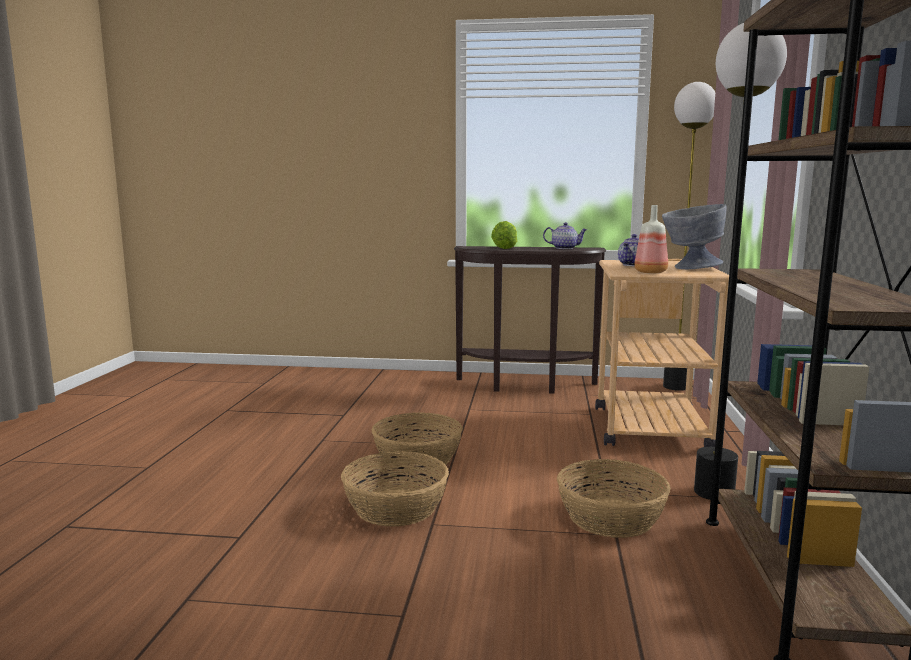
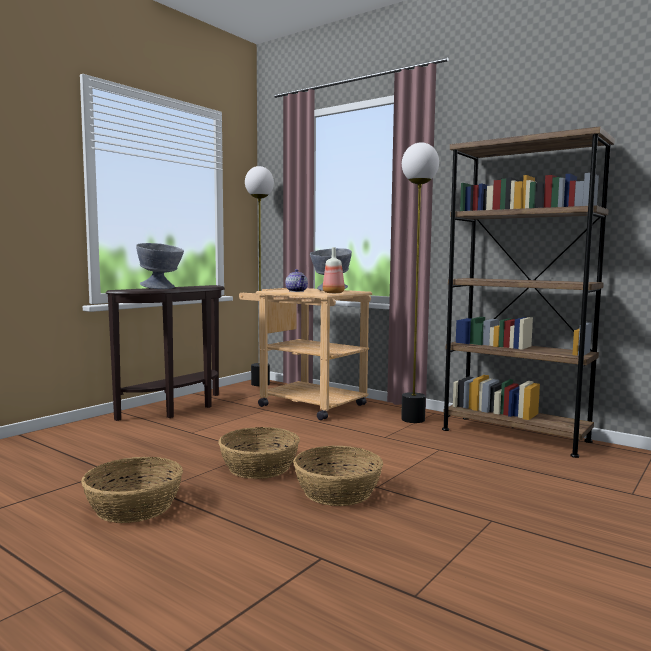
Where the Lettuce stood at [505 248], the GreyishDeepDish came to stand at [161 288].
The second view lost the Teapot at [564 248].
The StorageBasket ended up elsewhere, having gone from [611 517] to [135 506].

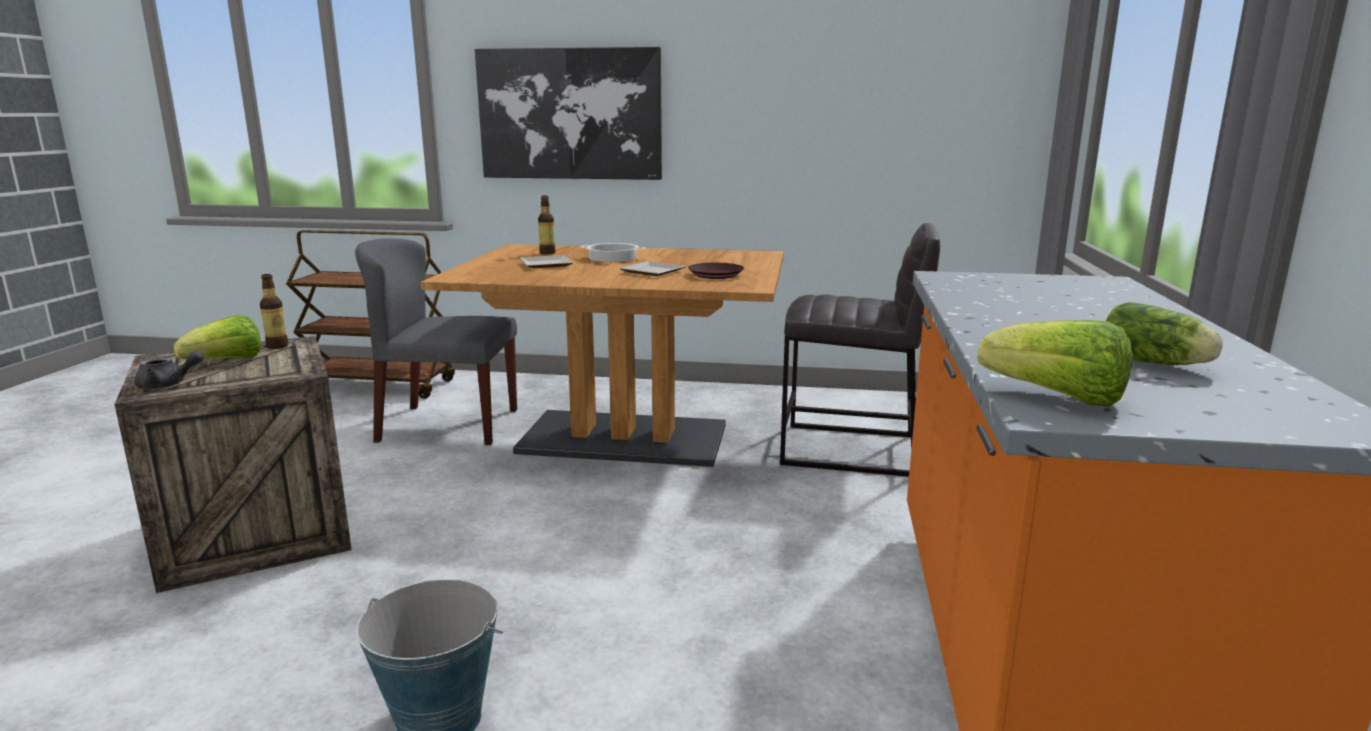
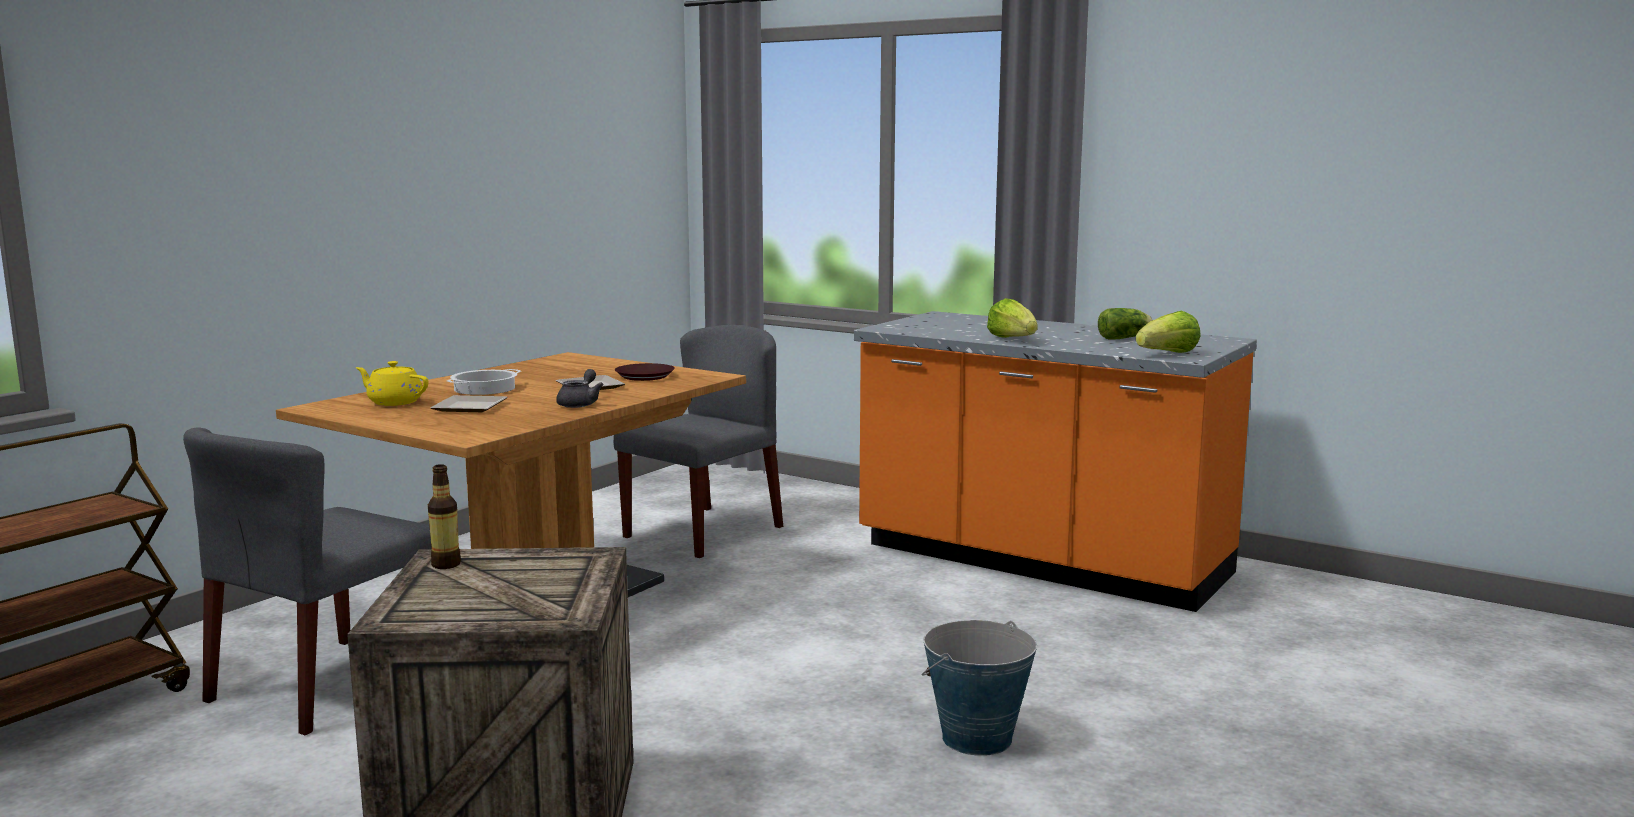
The GreyishTeapot ended up elsewhere, having gone from [168 385] to [580 404].
The Lettuce ended up elsewhere, having gone from [227 361] to [1013 339].
The second view lost the WallPicture at [570 114].
Where the Bottle stood at [547 253], the YellowColouredTeapot came to stand at [394 402].
Where the GreyishStoolSeat stood at [850 450], the GreyishChair came to stand at [704 531].

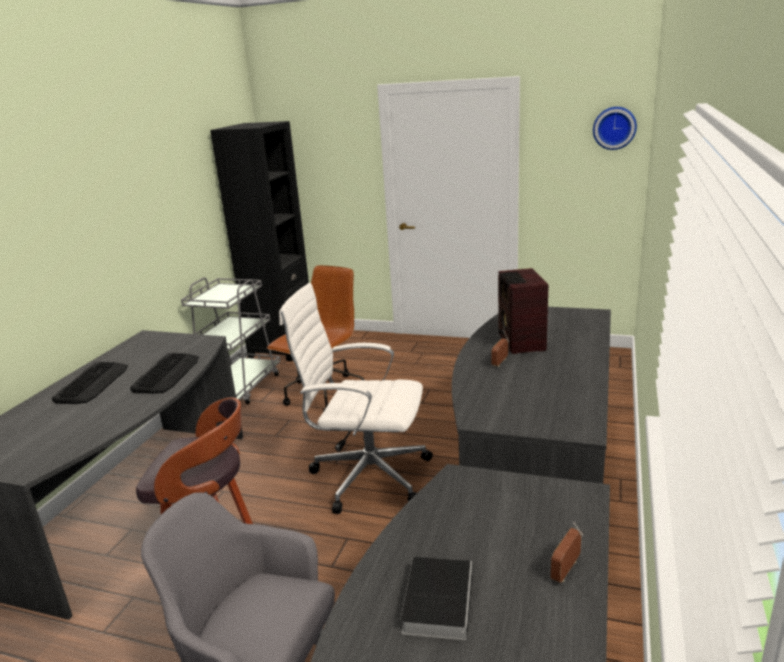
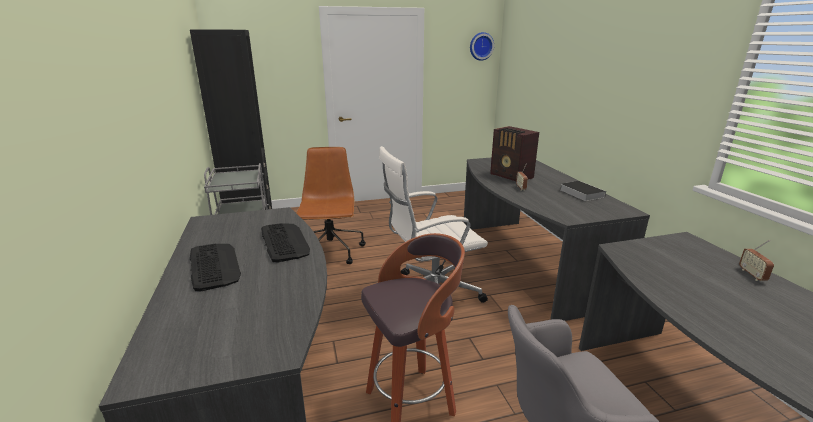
The BoundBook ended up elsewhere, having gone from [438 599] to [580 193].

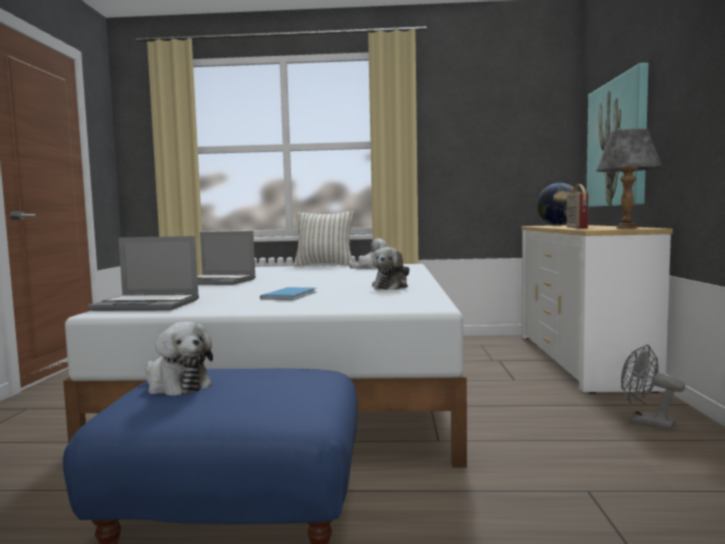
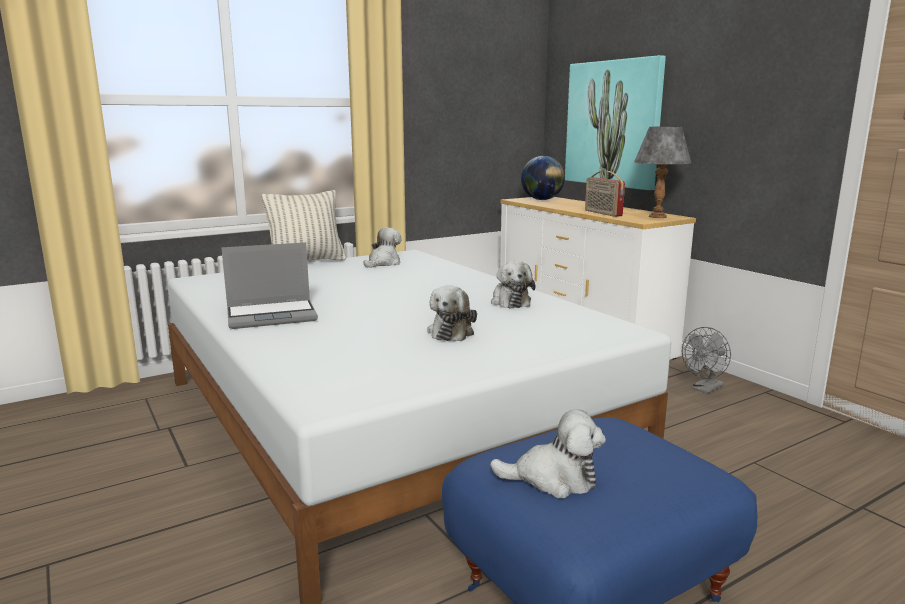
The second view lost the NotebookComputer at [148 305].
Where the BlueBoundBook stood at [291 295], the SoftToy came to stand at [452 332].
The GreyishElectricFan at [646 422] ended up facing another way, 45 degrees counterclockwise from before.

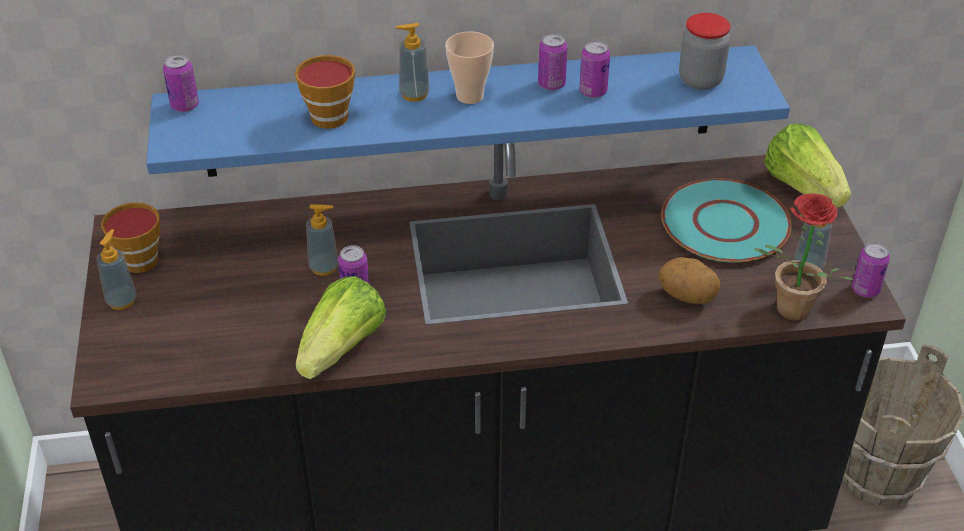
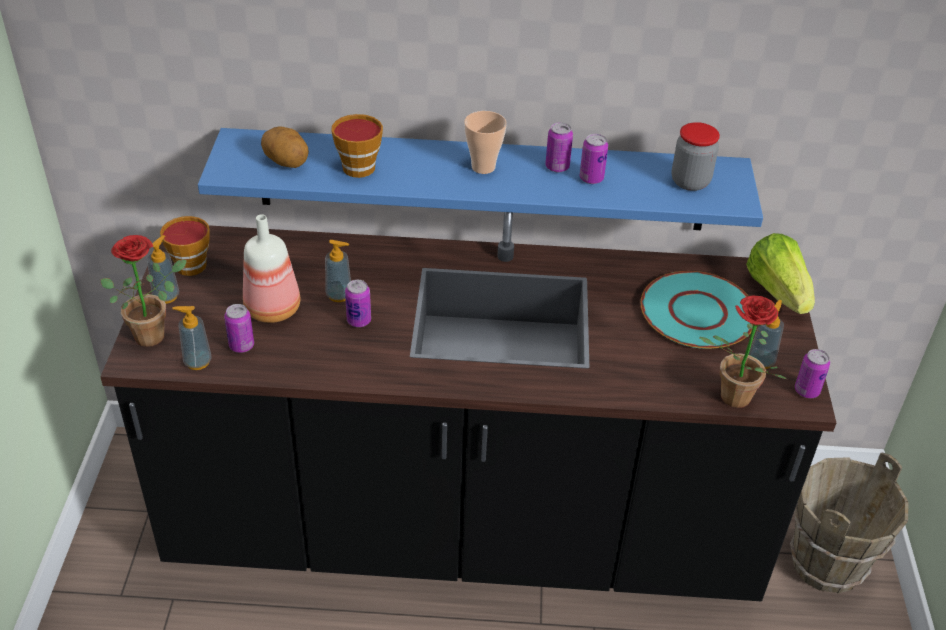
The SealedCan ended up elsewhere, having gone from [185 106] to [241 346].
The second view lost the Lettuce at [342 349].
The LiquidSoapBottle ended up elsewhere, having gone from [414 94] to [197 362].
The Potato ended up elsewhere, having gone from [687 296] to [287 162].
The second view gained the PlantInAPot at [155 333].
The second view gained the Bottle at [274 308].

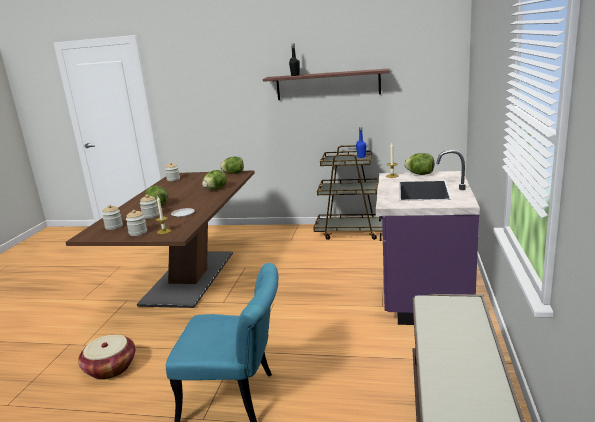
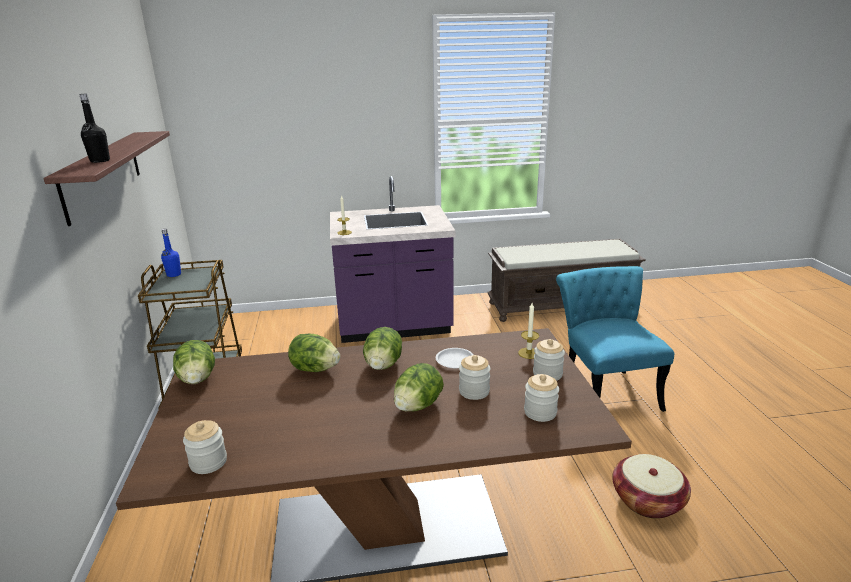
The Lettuce ended up elsewhere, having gone from [420 174] to [383 365].

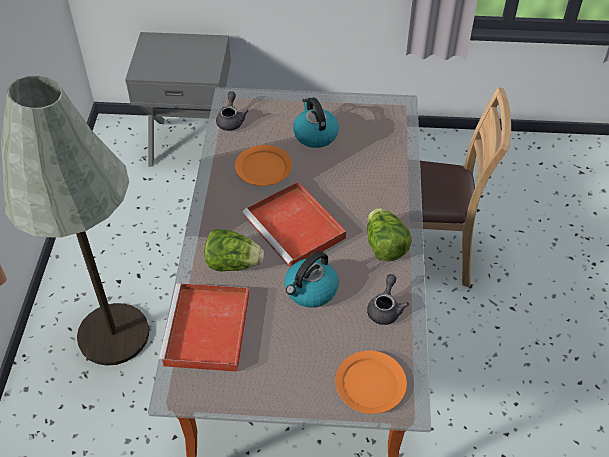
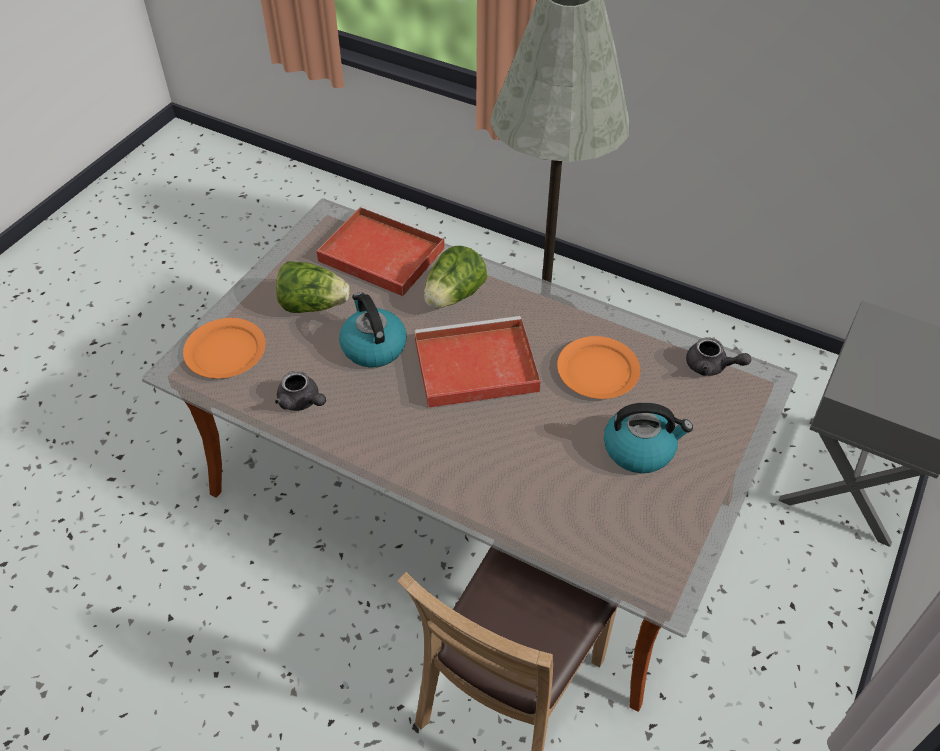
The Lettuce ended up elsewhere, having gone from [384 246] to [313 305].

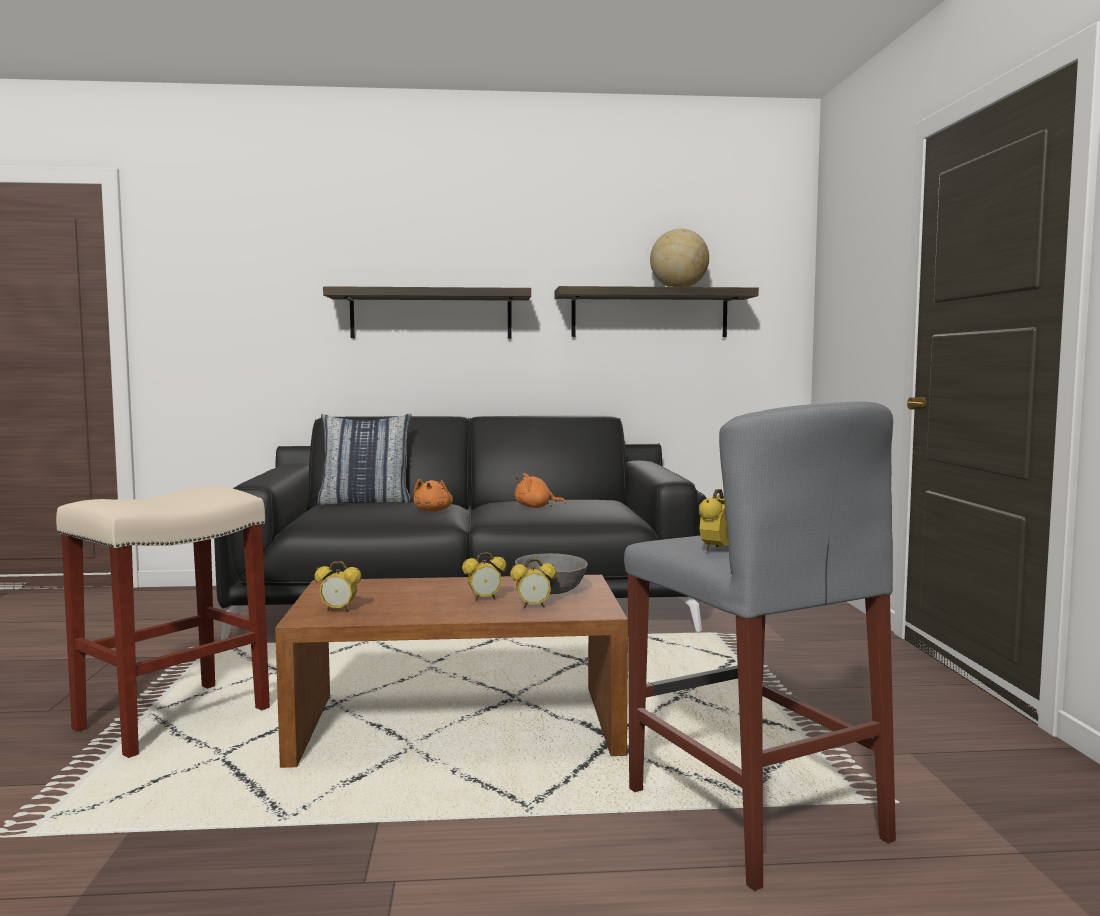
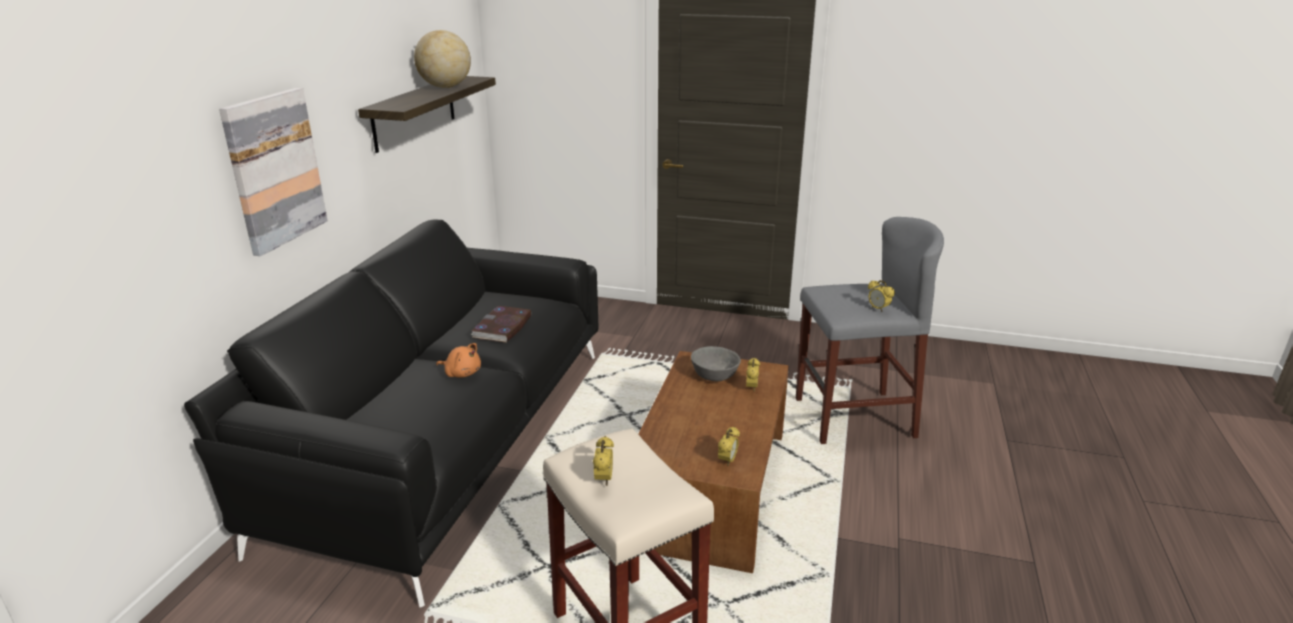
The second view lost the Pillow at [365 502].
Where the BracketShelf hung at [431 315], the WallPicture came to hang at [274 170].
The BedsideClock ended up elsewhere, having gone from [484 599] to [604 479].
Where the OrangeSoftToy stood at [536 507], the BoundBook came to stand at [502 327].

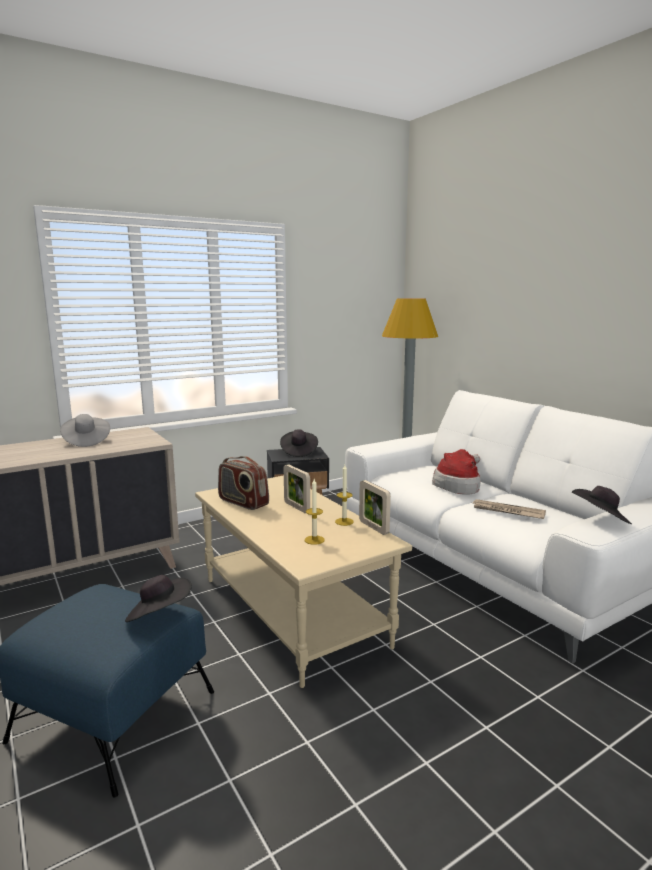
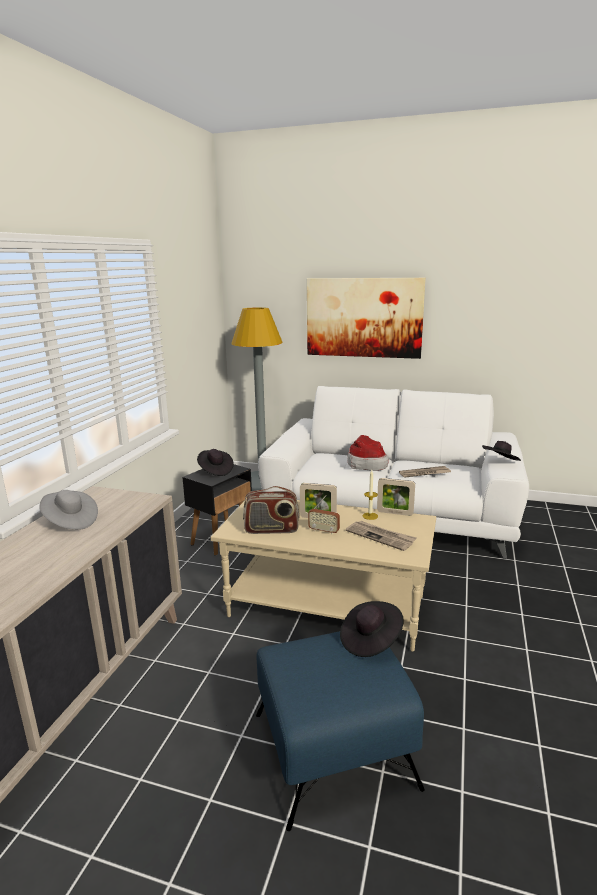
Where the WaxCandle stood at [314 540], the Newspaper came to stand at [381 537].
The second view gained the WallPicture at [364 317].
The second view gained the Radio at [324 531].

